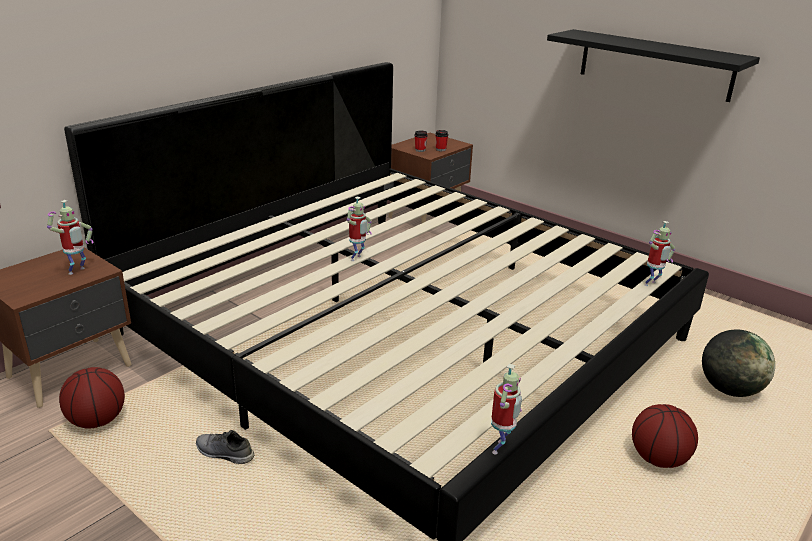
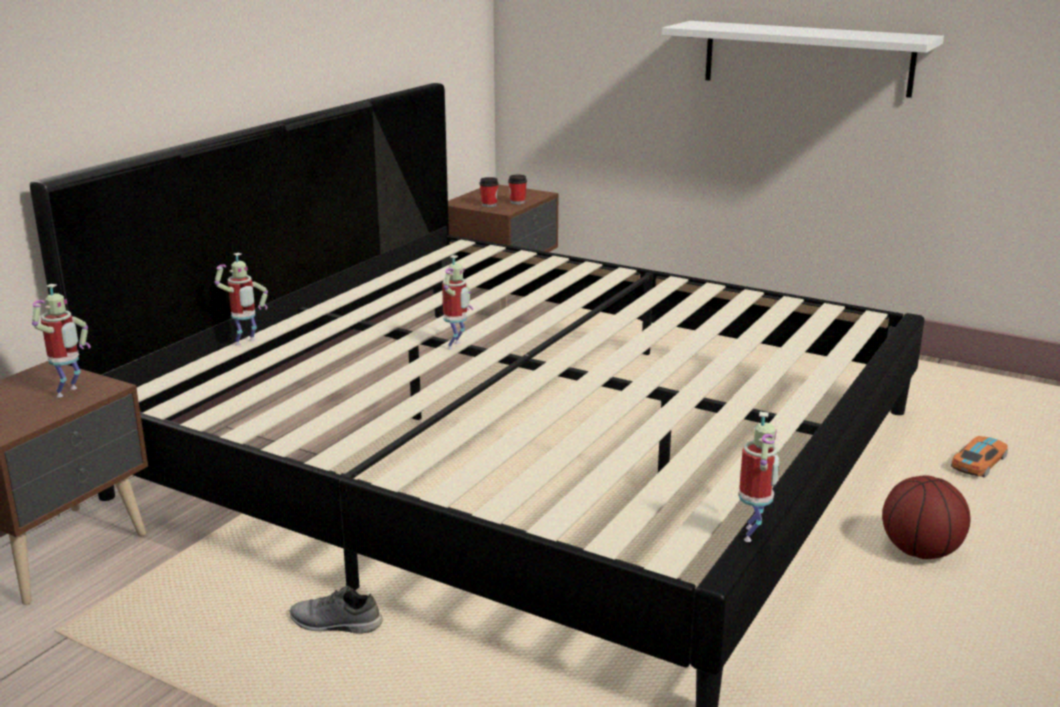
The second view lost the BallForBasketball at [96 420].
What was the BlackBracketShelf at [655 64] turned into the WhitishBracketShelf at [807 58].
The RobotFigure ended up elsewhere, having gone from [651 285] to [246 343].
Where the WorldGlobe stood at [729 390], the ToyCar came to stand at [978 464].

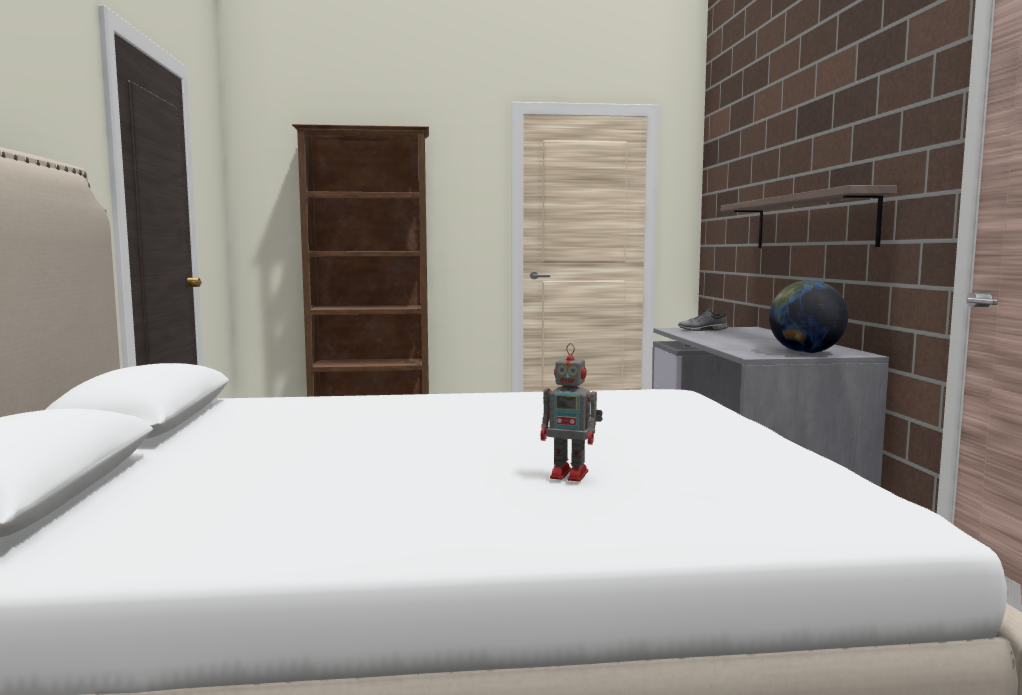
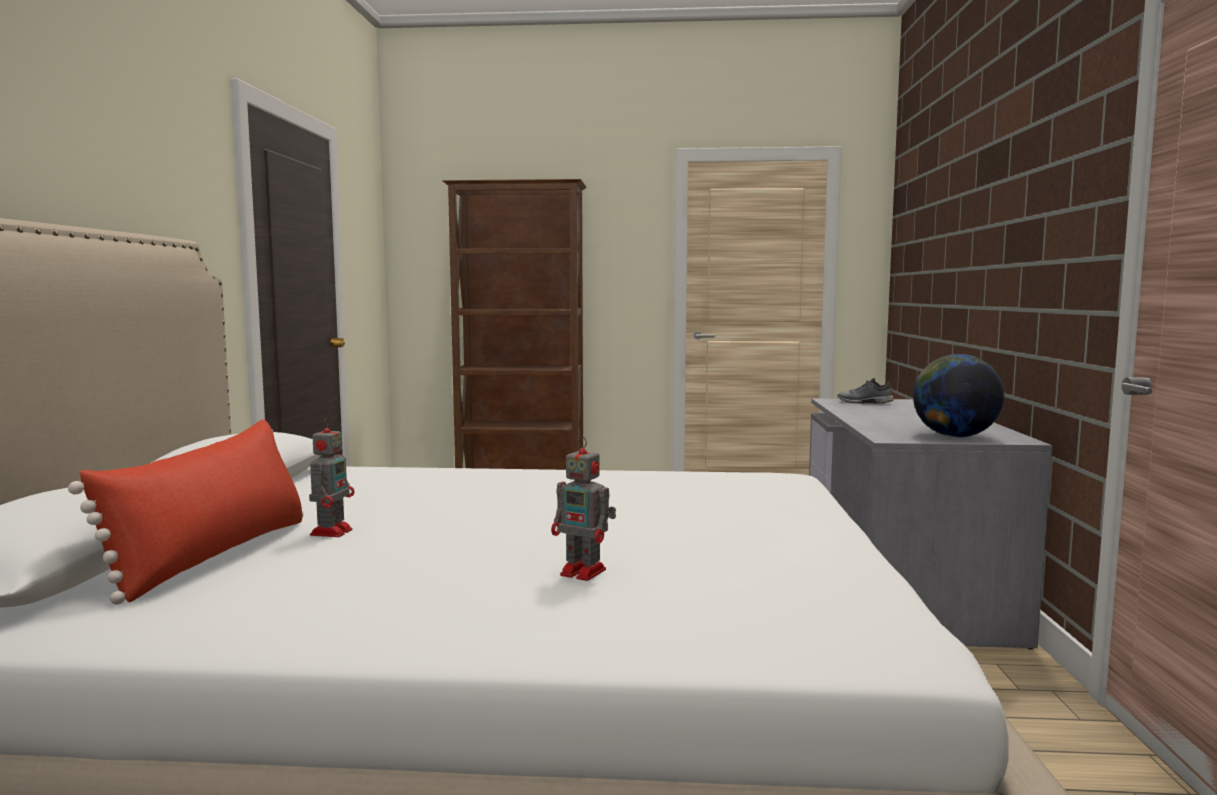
The second view lost the BracketShelf at [811 222].
The second view gained the RedPillow at [214 555].
The second view gained the RobotFigure at [332 531].

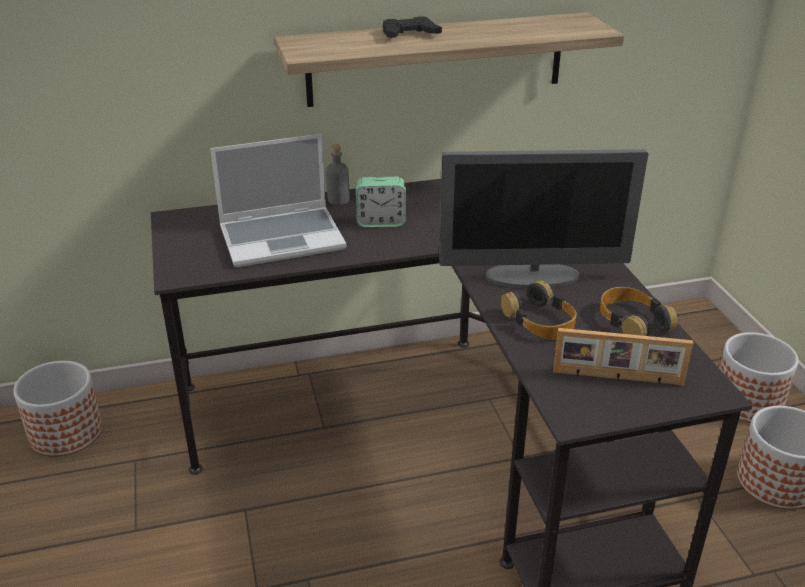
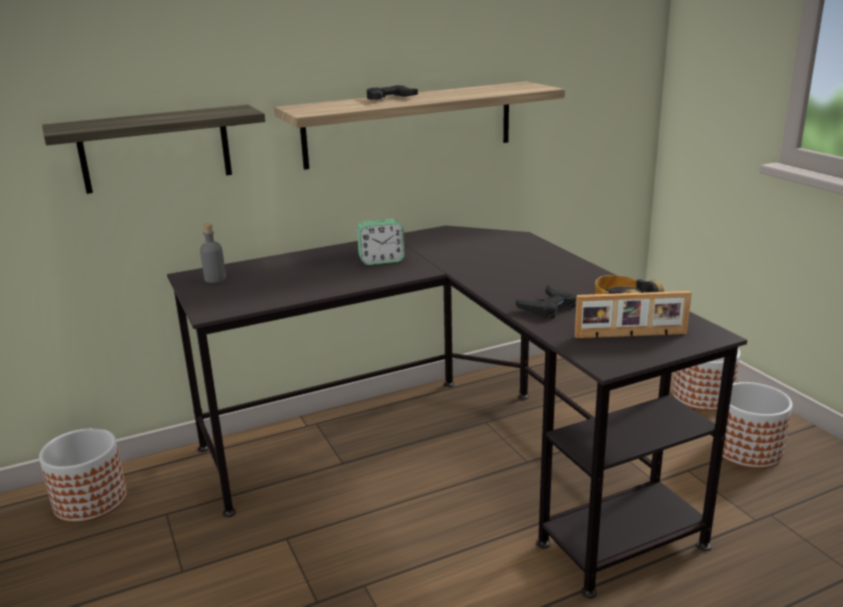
The second view lost the NotebookComputer at [283 238].
The GreyishBottle ended up elsewhere, having gone from [338 200] to [215 279].
The second view lost the ComputerScreen at [533 276].
Where the Headset stood at [540 320], the BlackJoypad came to stand at [548 307].
The second view gained the BracketShelf at [155 149].

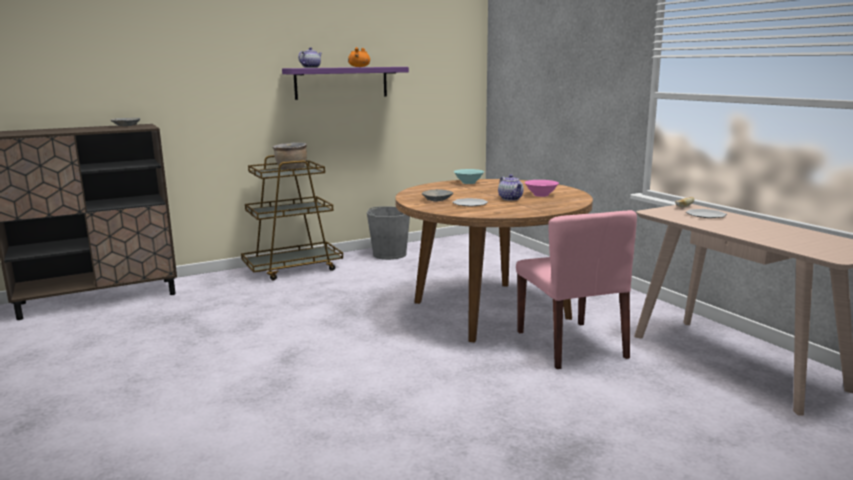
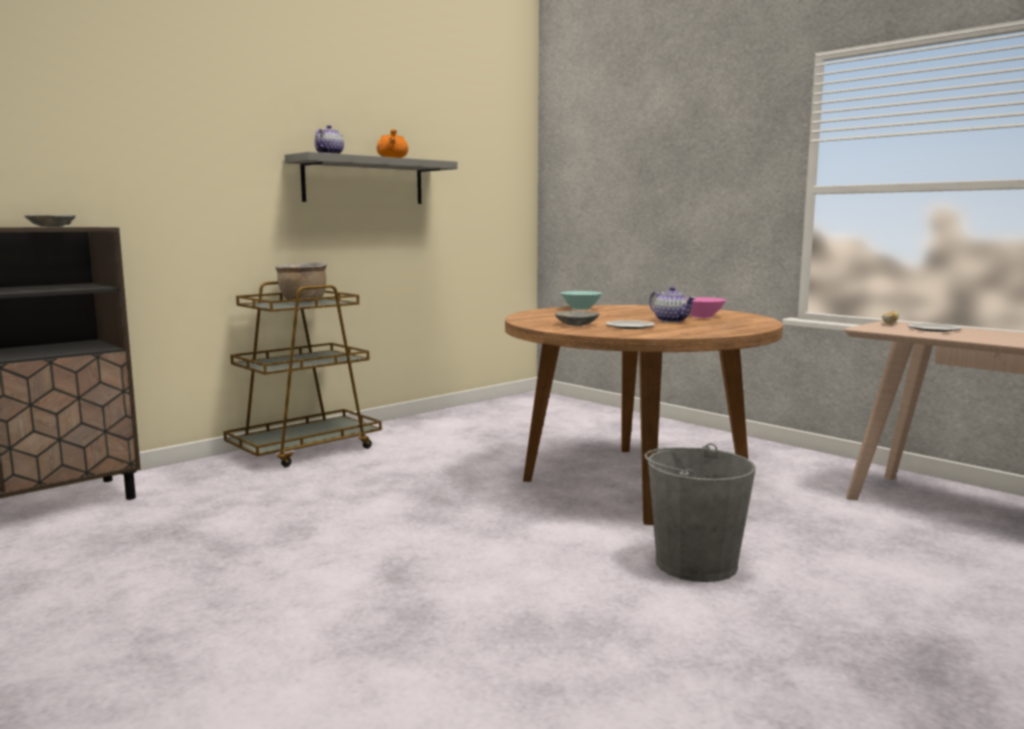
What was the PurpleColouredBracketShelf at [341 82] turned into the GreyishBracketShelf at [364 181].
The GreyishPail ended up elsewhere, having gone from [389 254] to [695 563].
The second view lost the PinkChair at [571 345].

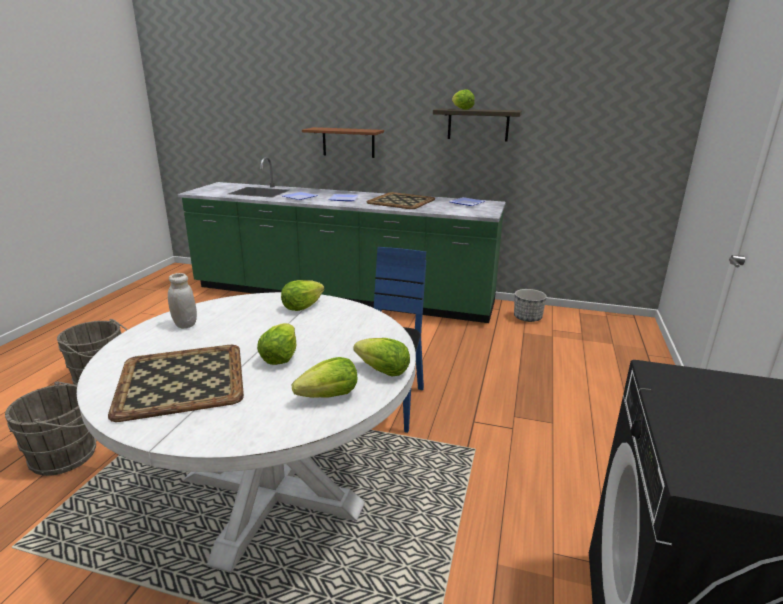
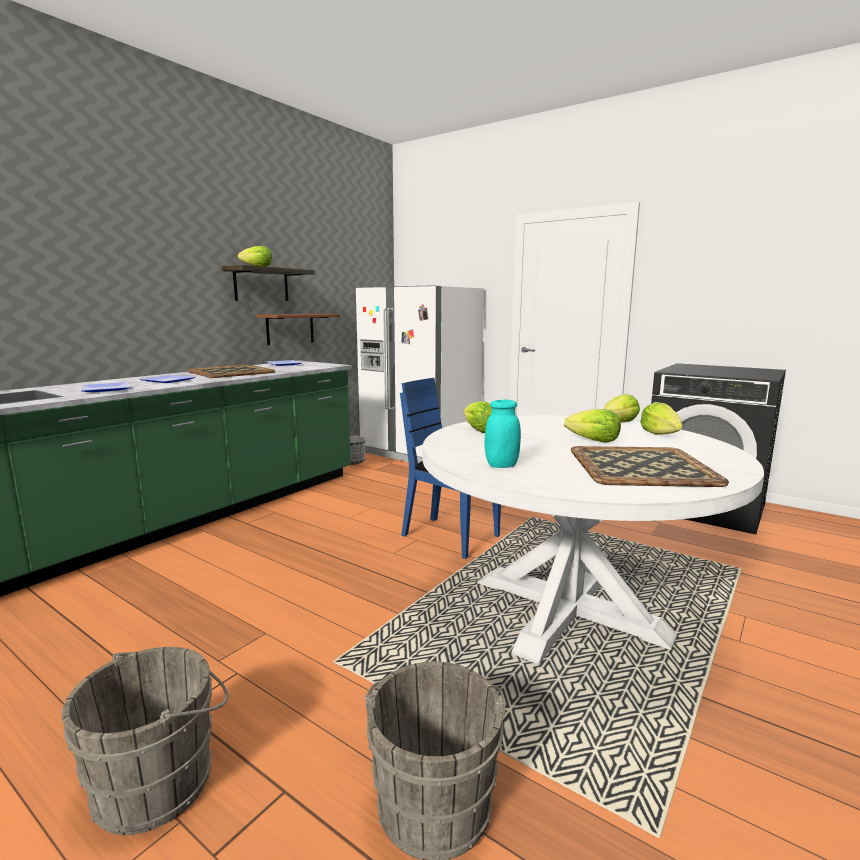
What was the WhitishStorageJar at [185 324] turned into the TurquoiseStorageJar at [501 465].
The BracketShelf ended up elsewhere, having gone from [348 142] to [290 328].
The second view gained the WhitishRefrigerator at [420 452].

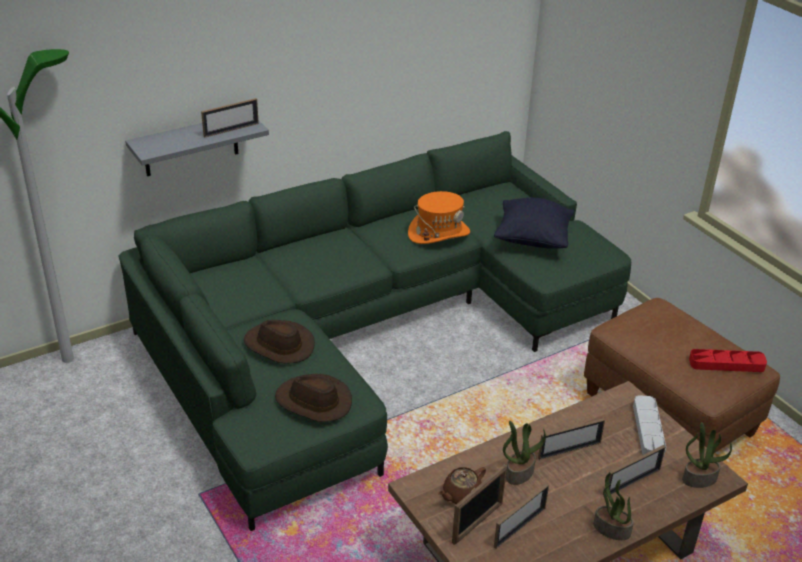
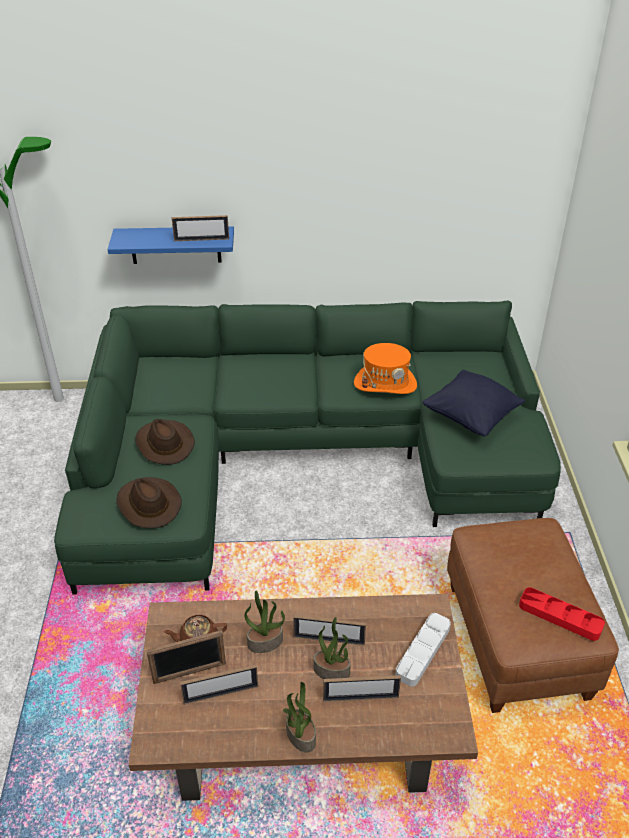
What was the GreyishBracketShelf at [191 145] turned into the BlueBracketShelf at [175 245].
The PlantInAPot ended up elsewhere, having gone from [699 478] to [332 670].

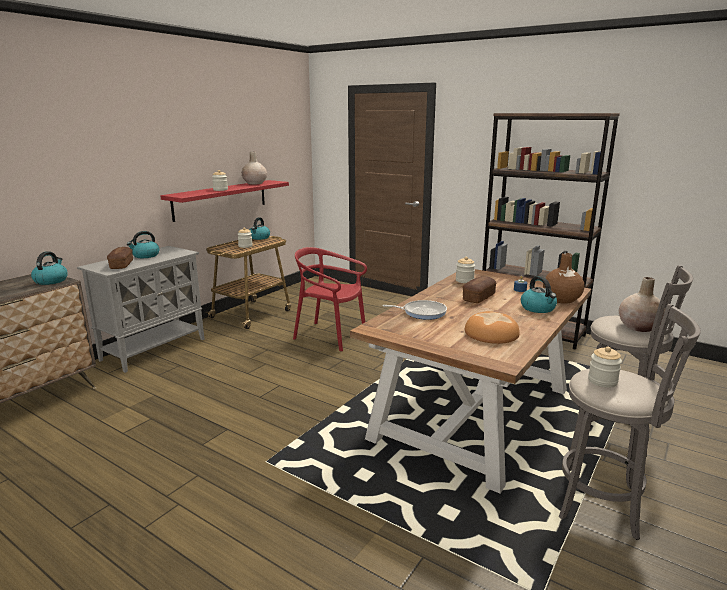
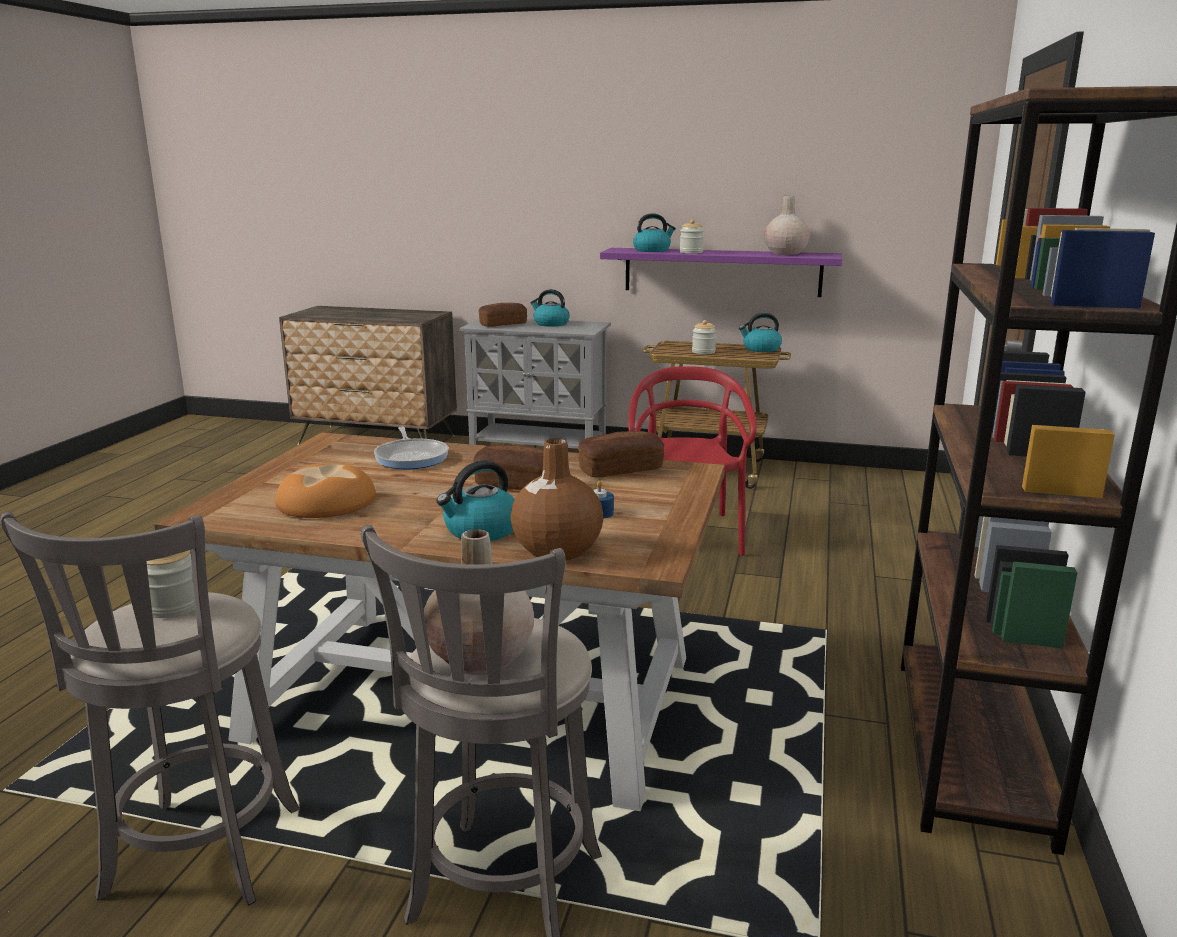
The WaterKettle ended up elsewhere, having gone from [51 280] to [652 250].
What was the RedBracketShelf at [221 199] turned into the PurpleColouredBracketShelf at [722 272].
Where the StorageJar stood at [464 280], the Bread came to stand at [620 470].

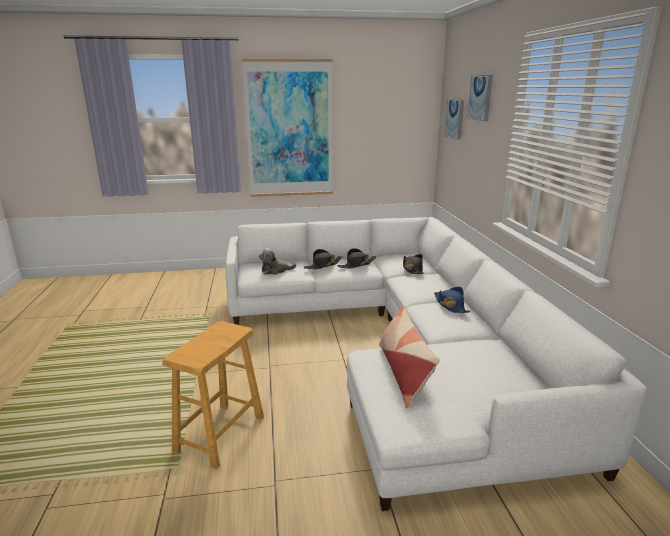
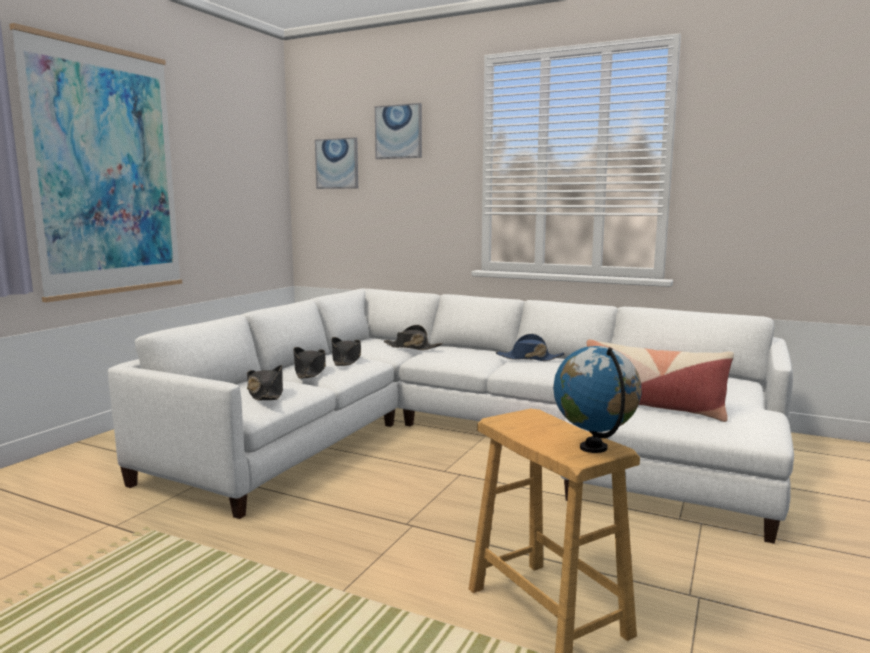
Where the SoftToy stood at [275 270], the BlackClothingHat came to stand at [266 393].
The second view gained the WorldGlobe at [594 448].

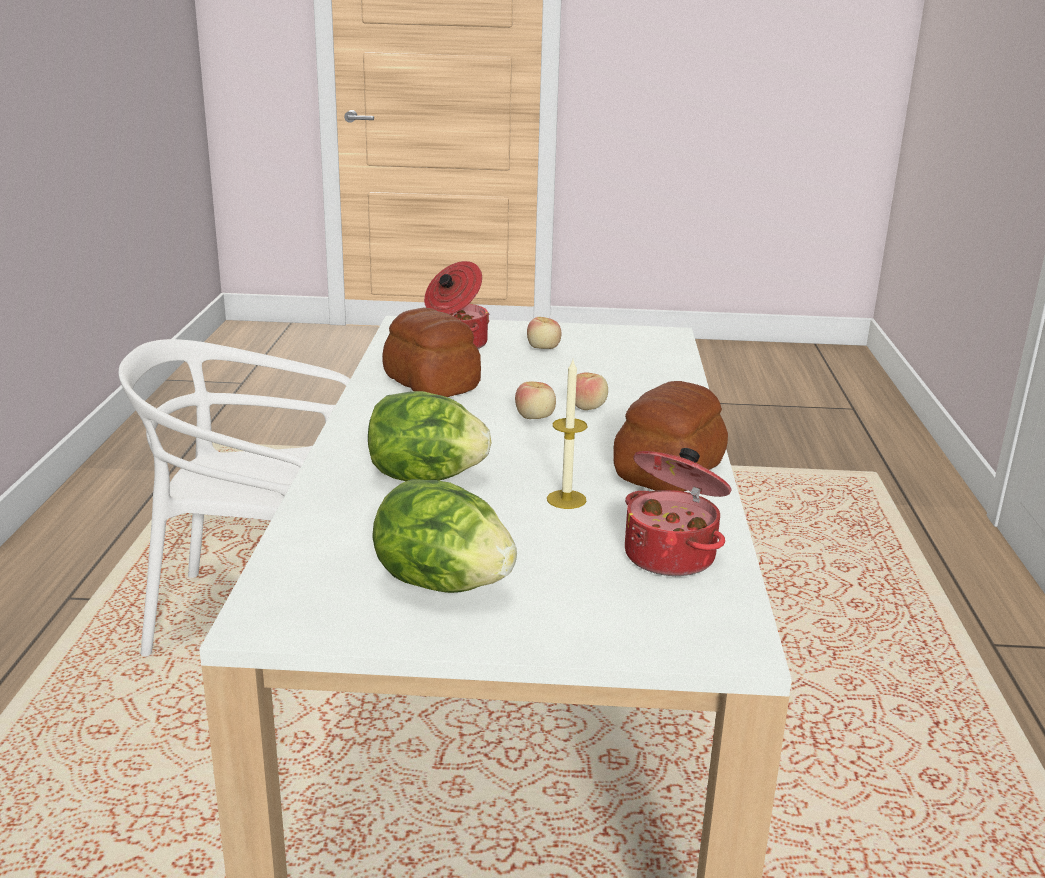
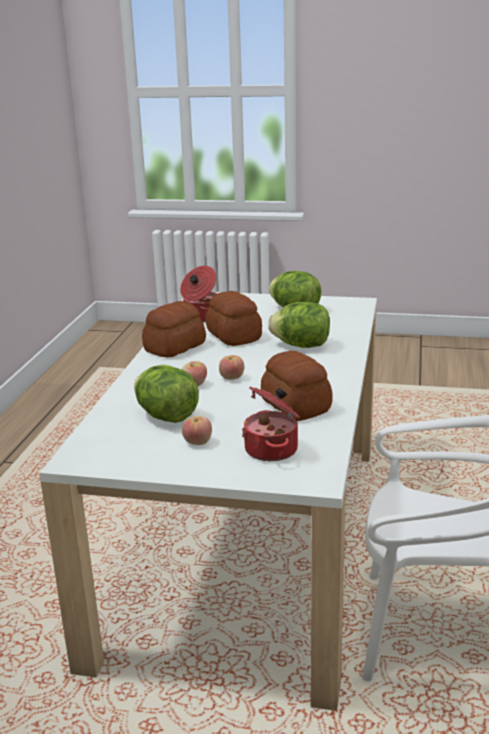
Where the WaxCandle stood at [566 499], the Bread came to stand at [234 336].
The second view gained the Lettuce at [166 416].

